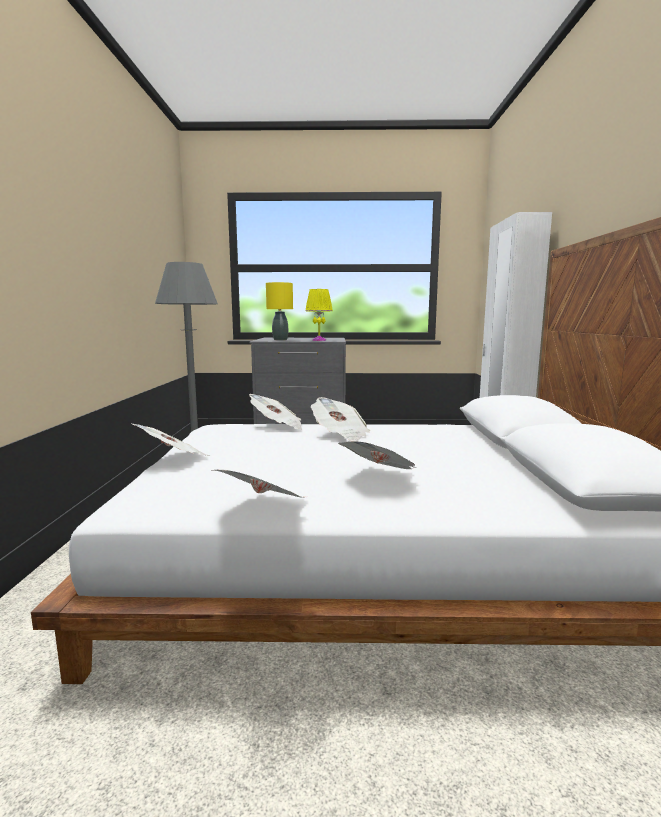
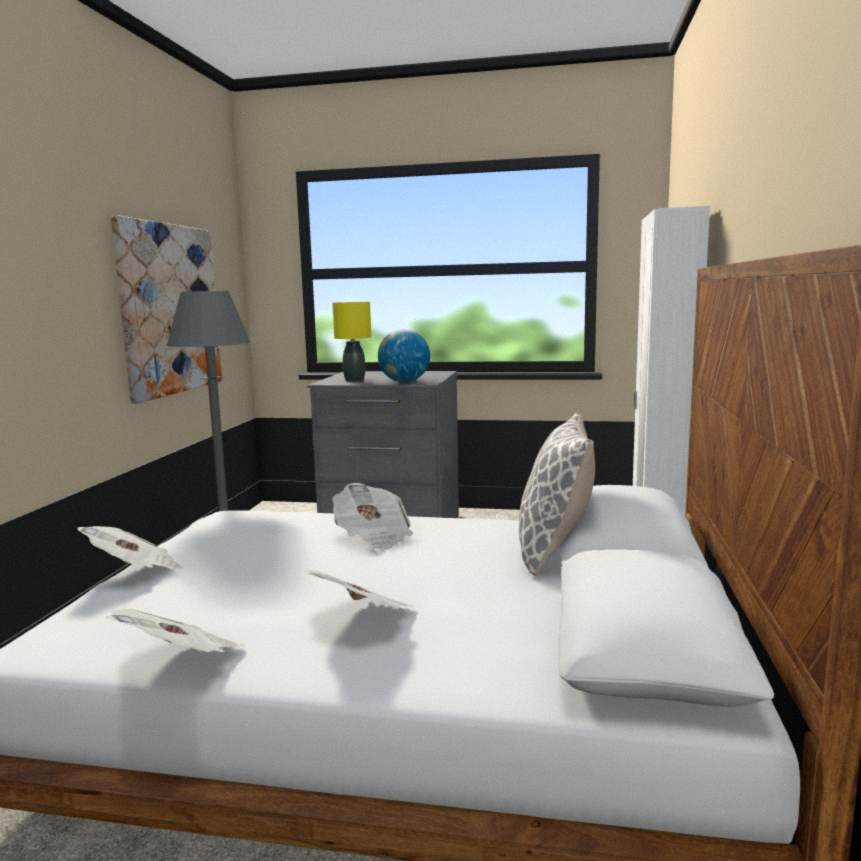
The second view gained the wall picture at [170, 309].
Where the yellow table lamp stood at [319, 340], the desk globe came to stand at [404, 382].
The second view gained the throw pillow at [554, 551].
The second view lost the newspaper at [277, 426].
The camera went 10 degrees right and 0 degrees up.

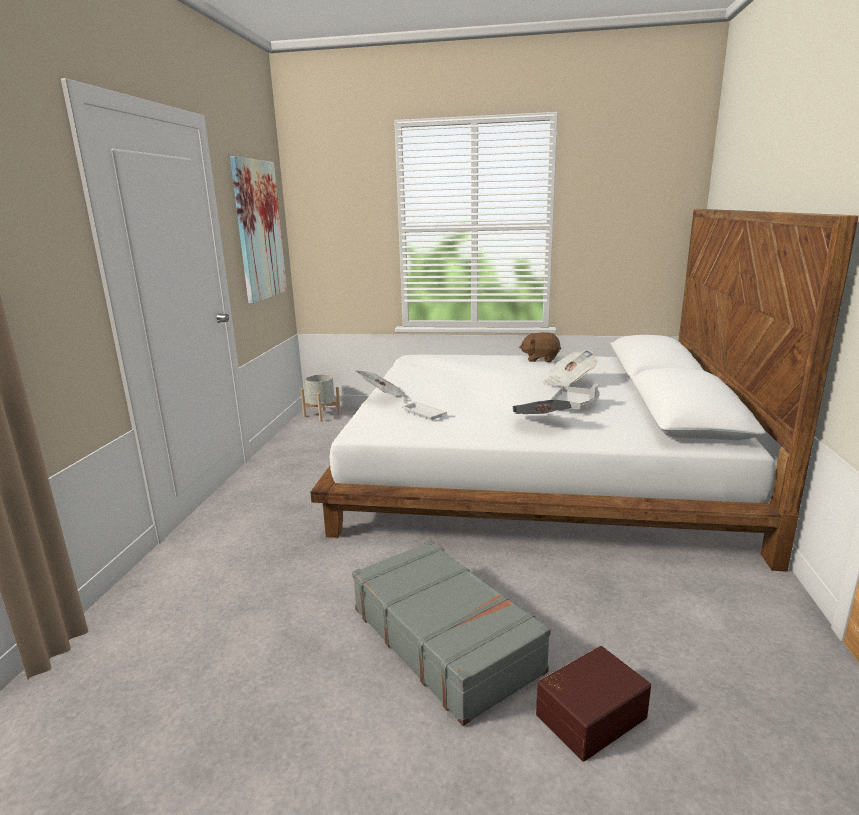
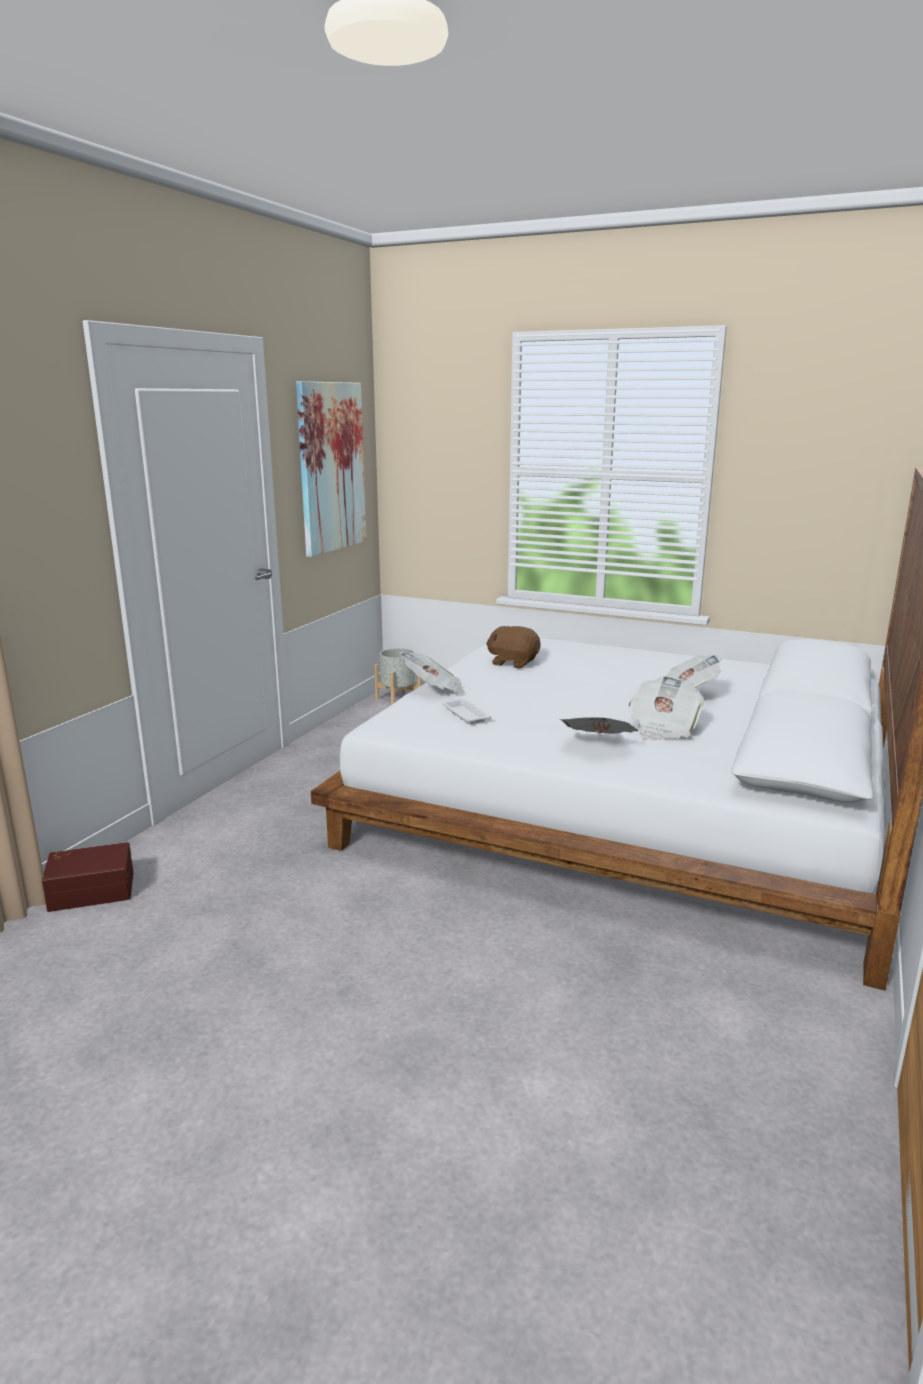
The brown-coloured storage box ended up elsewhere, having gone from [589, 714] to [91, 890].
The brown-coloured cuddly toy ended up elsewhere, having gone from [540, 359] to [513, 663].
Where the grey serving tray stood at [574, 405], the newspaper came to stand at [662, 728].
The second view lost the grey suitcase at [445, 638].
The camera went 15 degrees right and 0 degrees up.

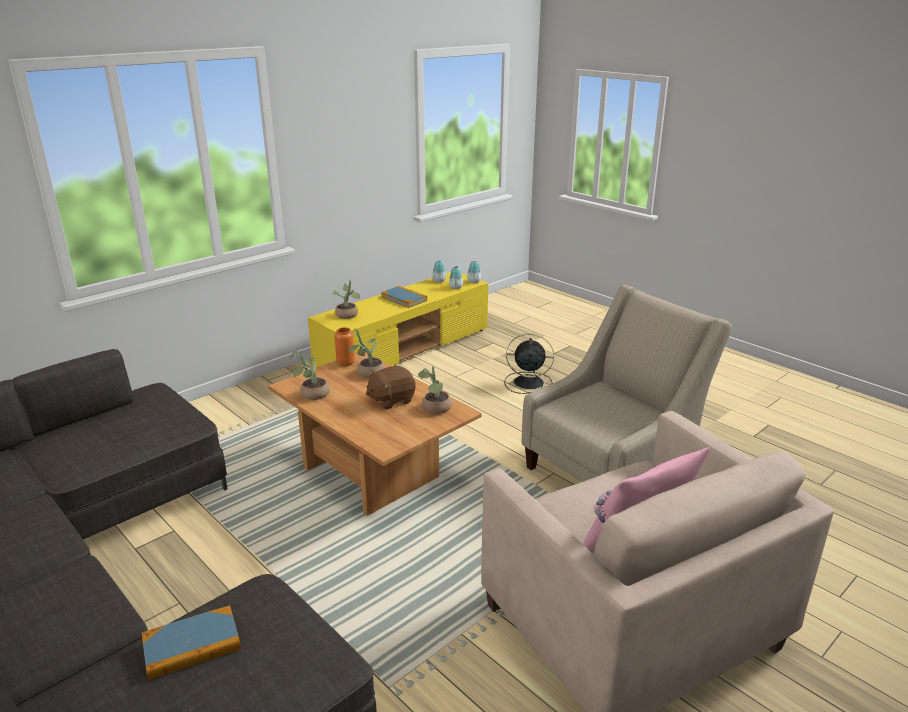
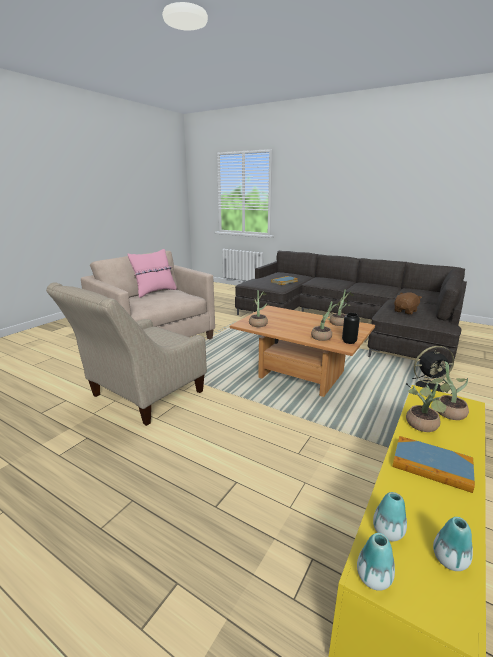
What was the orangey vase at [345, 363] turned into the black-coloured vase at [349, 341].
The brown-coloured cuddly toy ended up elsewhere, having gone from [391, 400] to [405, 311].
The black-coloured cooling fan ended up elsewhere, having gone from [527, 382] to [430, 387].
The second view gained the potted plant at [422, 426].
The camera went 165 degrees right and 5 degrees down.

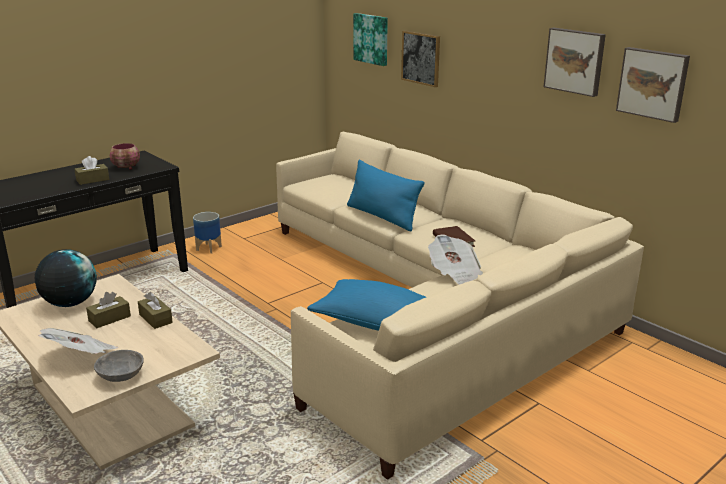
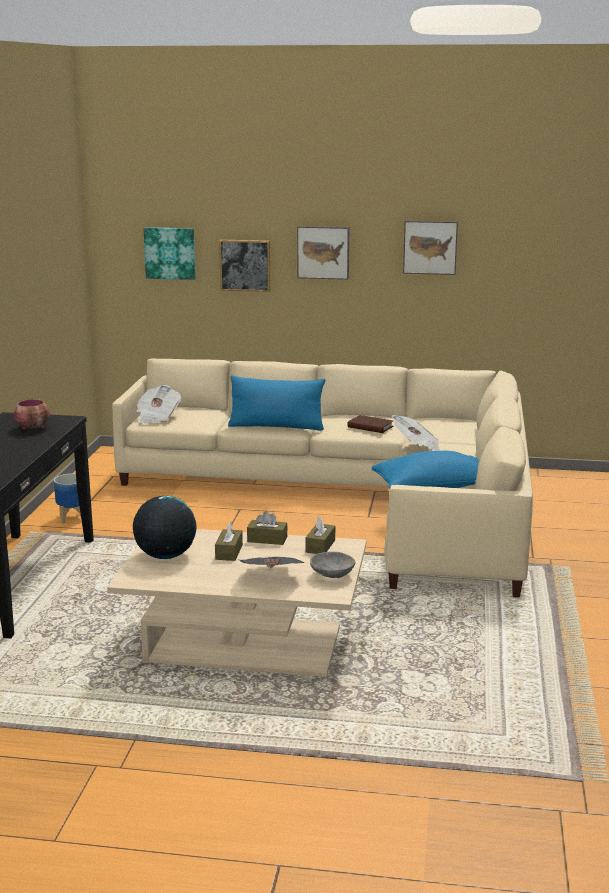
The second view gained the newspaper at [157, 417].
The wall picture ended up elsewhere, having gone from [653, 83] to [323, 252].
The brown-coloured box of tissues ended up elsewhere, having gone from [92, 180] to [320, 546].
The camera went 40 degrees left and 5 degrees down.

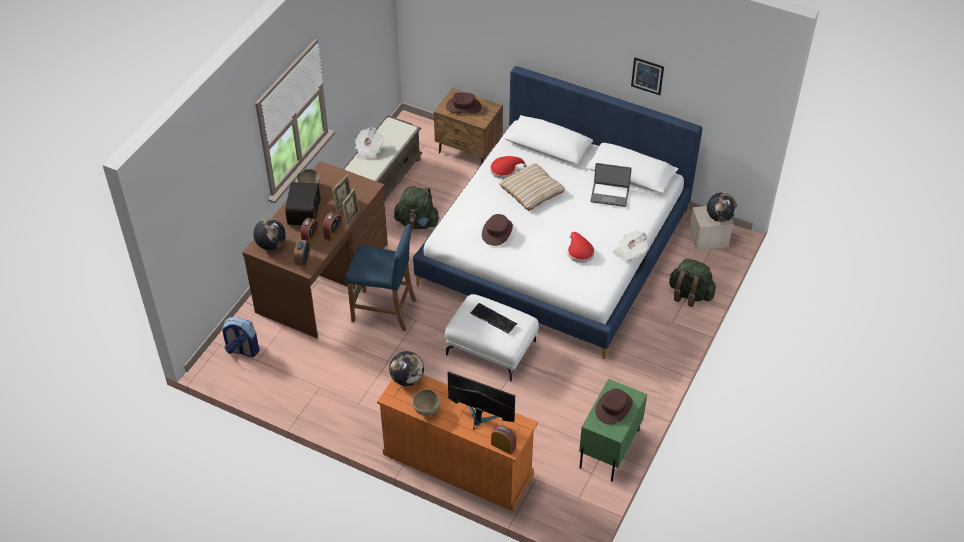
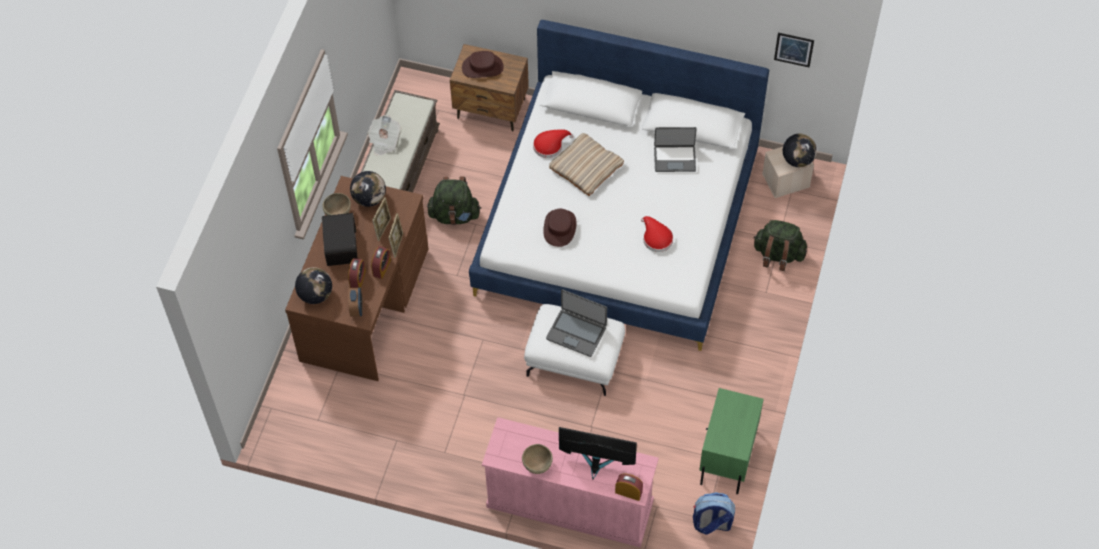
The desk globe ended up elsewhere, having gone from [407, 379] to [369, 198].
What was the orangey drawer chest at [457, 464] turned into the pink-coloured drawer chest at [569, 504].
Where the PC keyboard stood at [493, 319], the laptop came to stand at [576, 332].
The knapsack ended up elsewhere, having gone from [242, 350] to [711, 523].
The wall picture ended up elsewhere, having gone from [647, 76] to [794, 49].
The second view lost the bluish sitting stool at [384, 311].
The second view lost the brown-coloured clothing hat at [614, 407].
The second view lost the newspaper at [630, 252].
The camera went 10 degrees left and 10 degrees up.

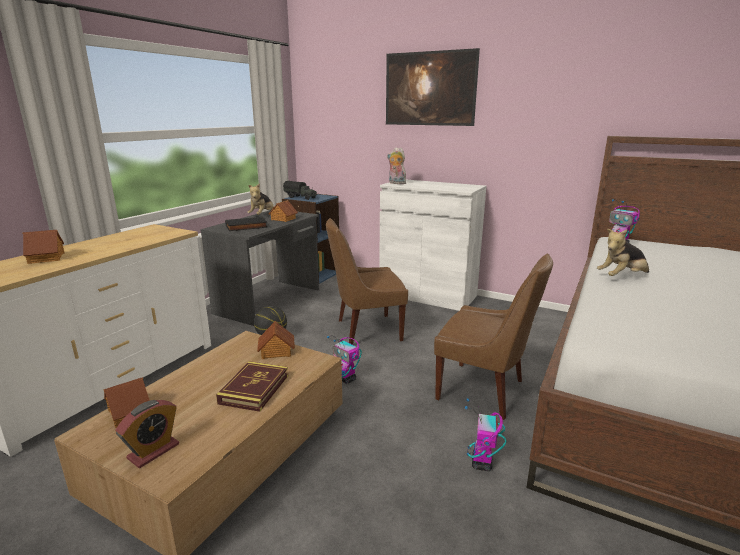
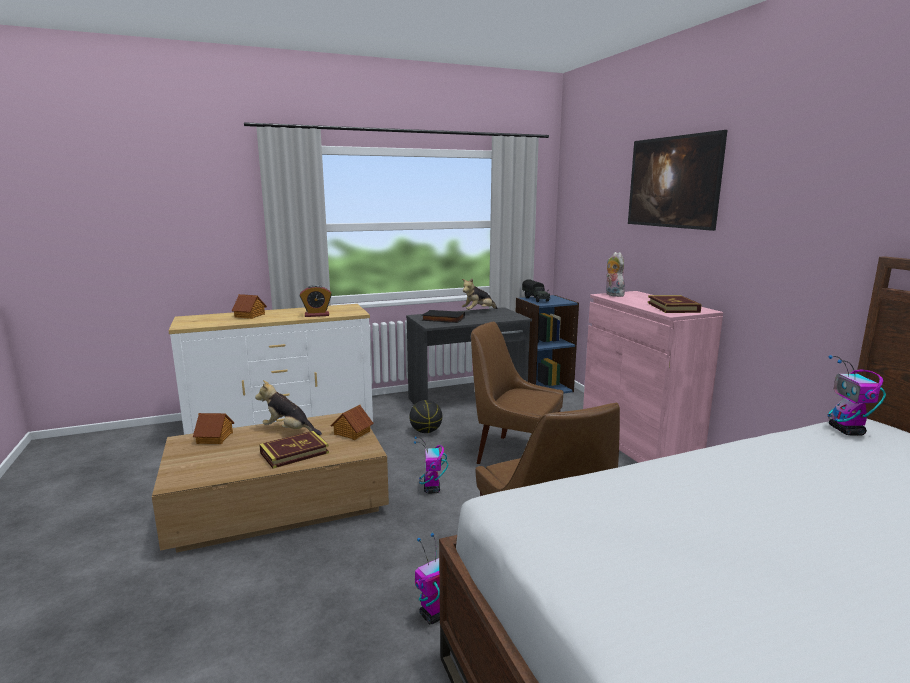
The cuddly toy ended up elsewhere, having gone from [622, 277] to [289, 431].
The bedside clock ended up elsewhere, having gone from [153, 451] to [317, 315].
What was the white-coloured cupboard at [427, 295] turned into the pink-coloured cupboard at [638, 442].
The second view gained the book at [673, 307].
The second view lost the miniature house at [283, 219].
The camera went 40 degrees right and 5 degrees down.

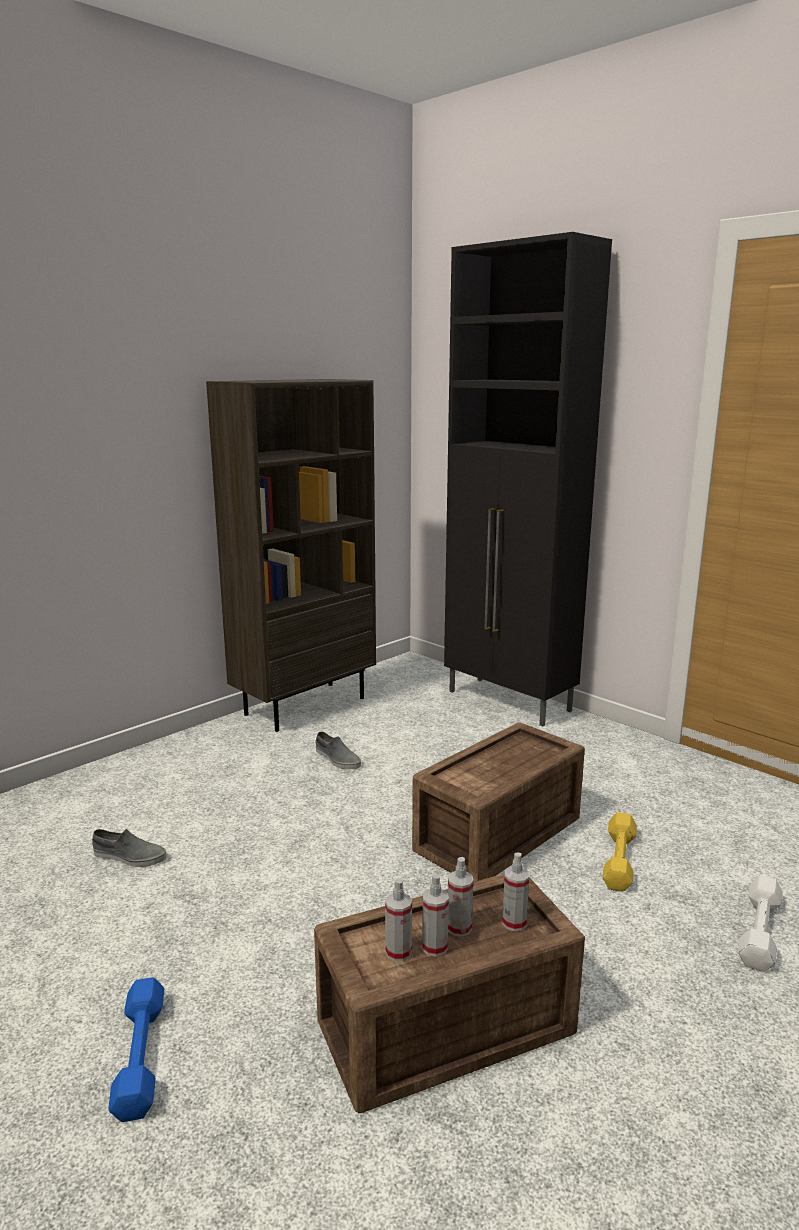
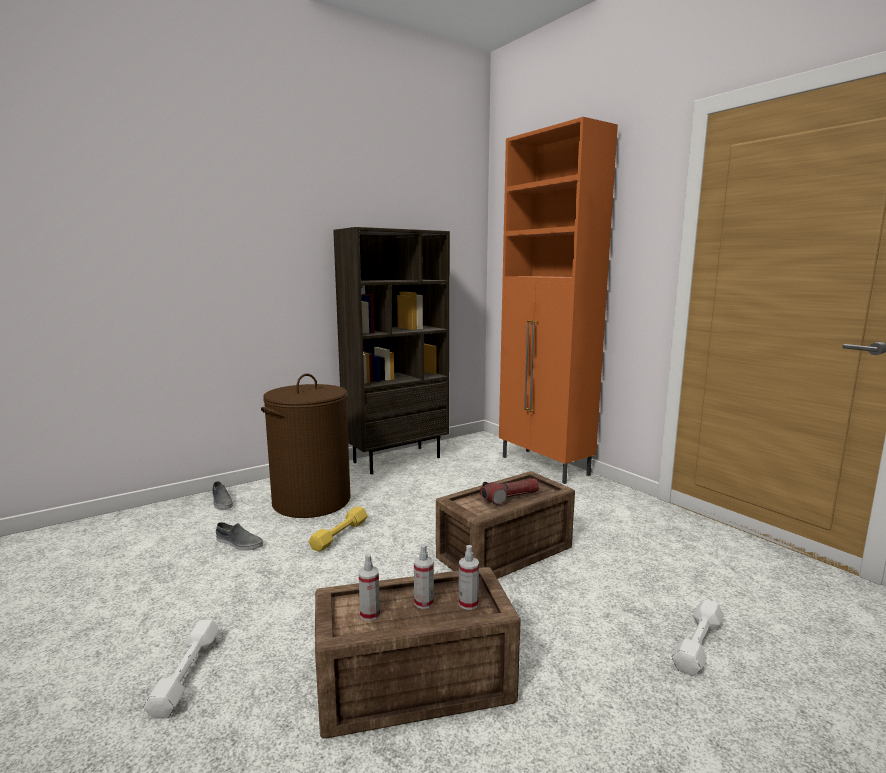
What was the bluish dumbbell at [140, 1056] turned into the white-coloured dumbbell at [186, 674].
The grey item of footwear ended up elsewhere, having gone from [337, 759] to [221, 502].
The second view gained the brown-coloured hamper at [311, 501].
The yellow dumbbell ended up elsewhere, having gone from [619, 860] to [340, 535].
The second view gained the torch at [510, 498].
What was the black-coloured cupboard at [509, 702] turned into the orangey cupboard at [545, 466].
The second view lost the spray bottle at [434, 947].
The camera went 10 degrees right and 5 degrees down.

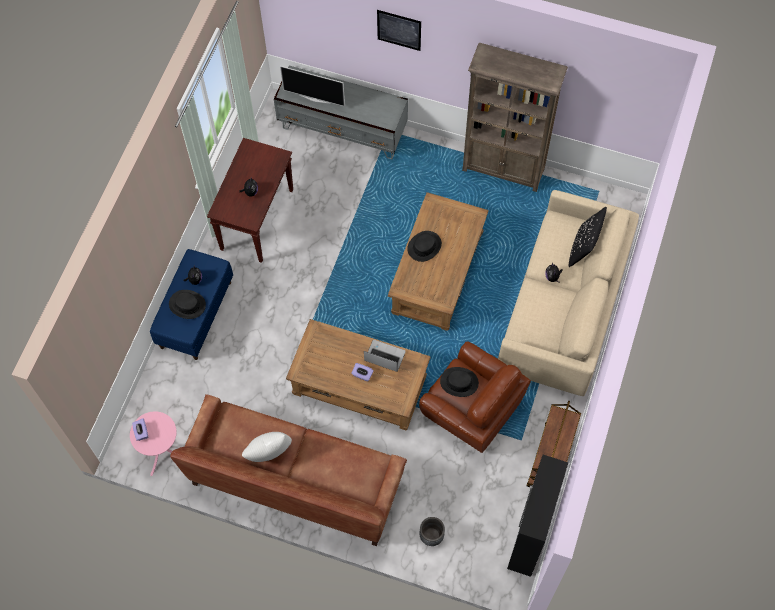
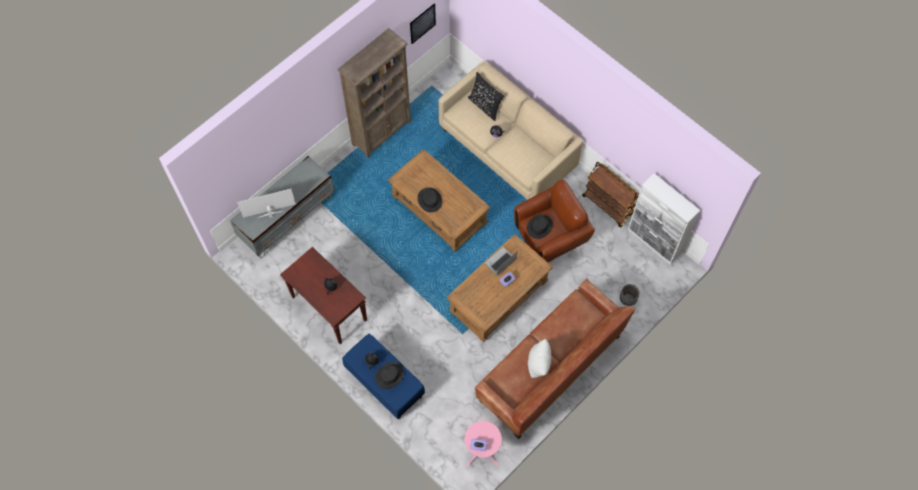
The television at [315, 99] ended up facing another way, 150 degrees counterclockwise from before.
The wall picture ended up elsewhere, having gone from [399, 30] to [422, 23].
What was the black-coloured cupboard at [529, 536] turned into the white-coloured cupboard at [654, 242].
The camera went 65 degrees left and 0 degrees up.

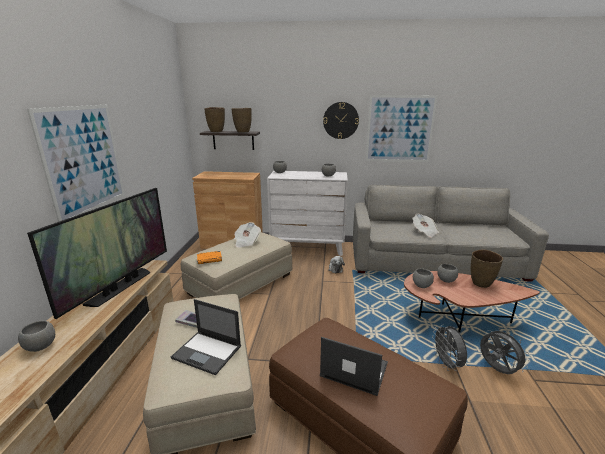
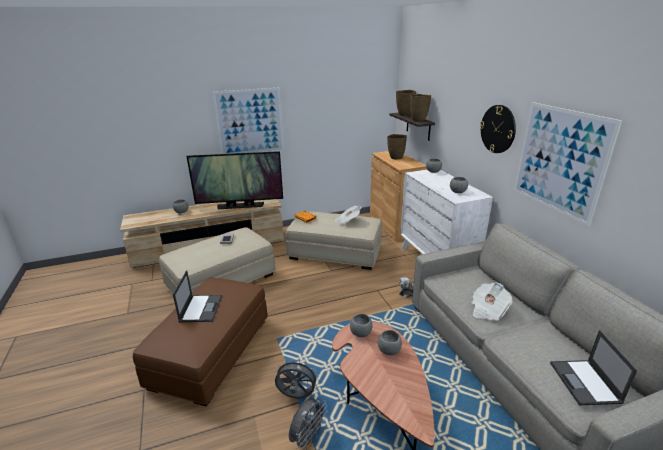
The grey cooling fan at [447, 364] ended up facing another way, 45 degrees clockwise from before.
The brown-coloured vase ended up elsewhere, having gone from [481, 284] to [395, 158].
The laptop ended up elsewhere, having gone from [207, 352] to [585, 383].
The camera went 65 degrees right and 5 degrees up.

